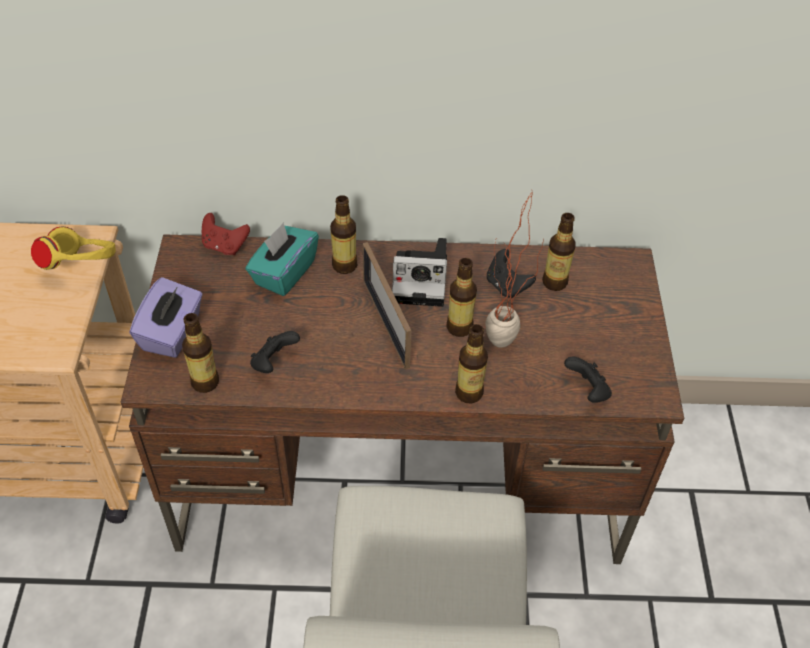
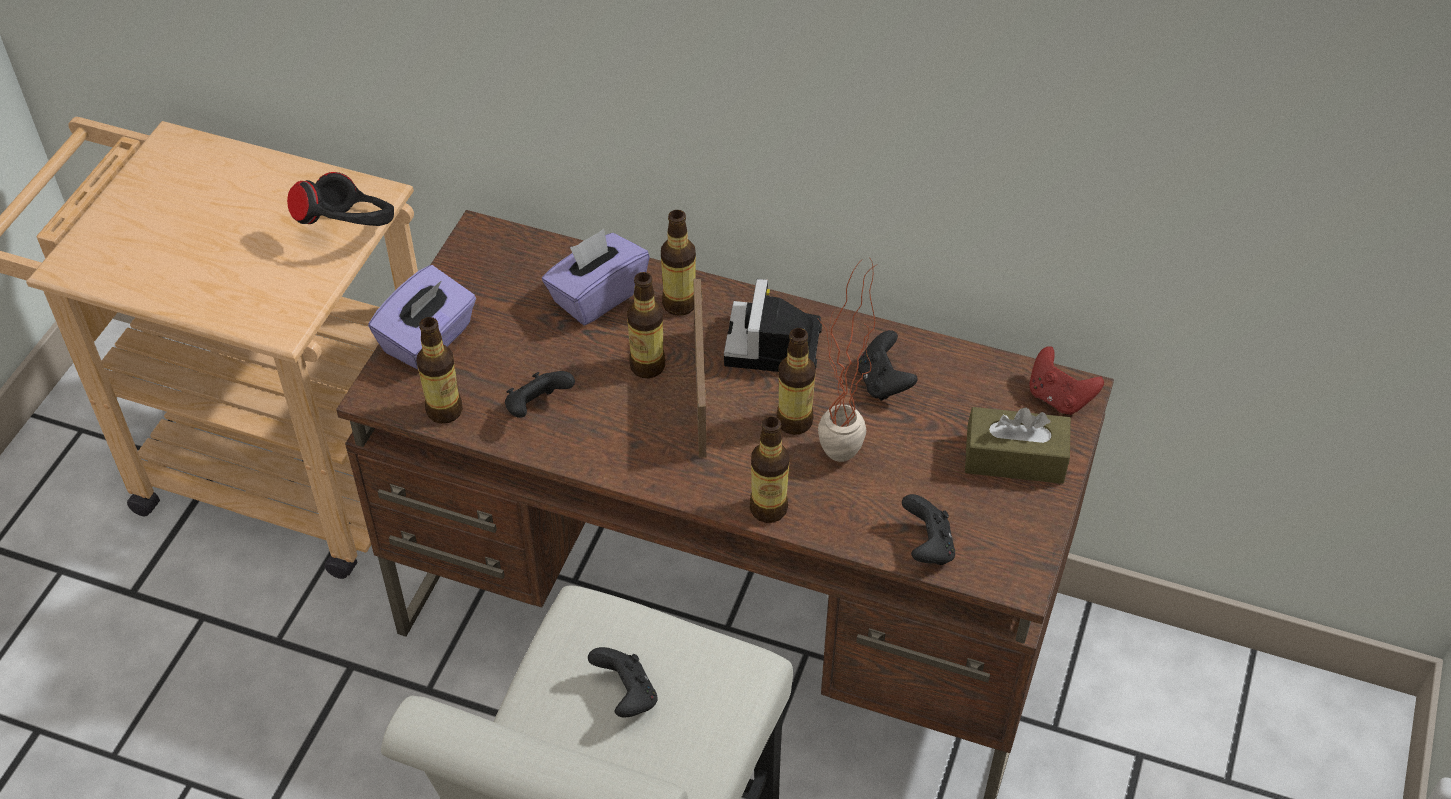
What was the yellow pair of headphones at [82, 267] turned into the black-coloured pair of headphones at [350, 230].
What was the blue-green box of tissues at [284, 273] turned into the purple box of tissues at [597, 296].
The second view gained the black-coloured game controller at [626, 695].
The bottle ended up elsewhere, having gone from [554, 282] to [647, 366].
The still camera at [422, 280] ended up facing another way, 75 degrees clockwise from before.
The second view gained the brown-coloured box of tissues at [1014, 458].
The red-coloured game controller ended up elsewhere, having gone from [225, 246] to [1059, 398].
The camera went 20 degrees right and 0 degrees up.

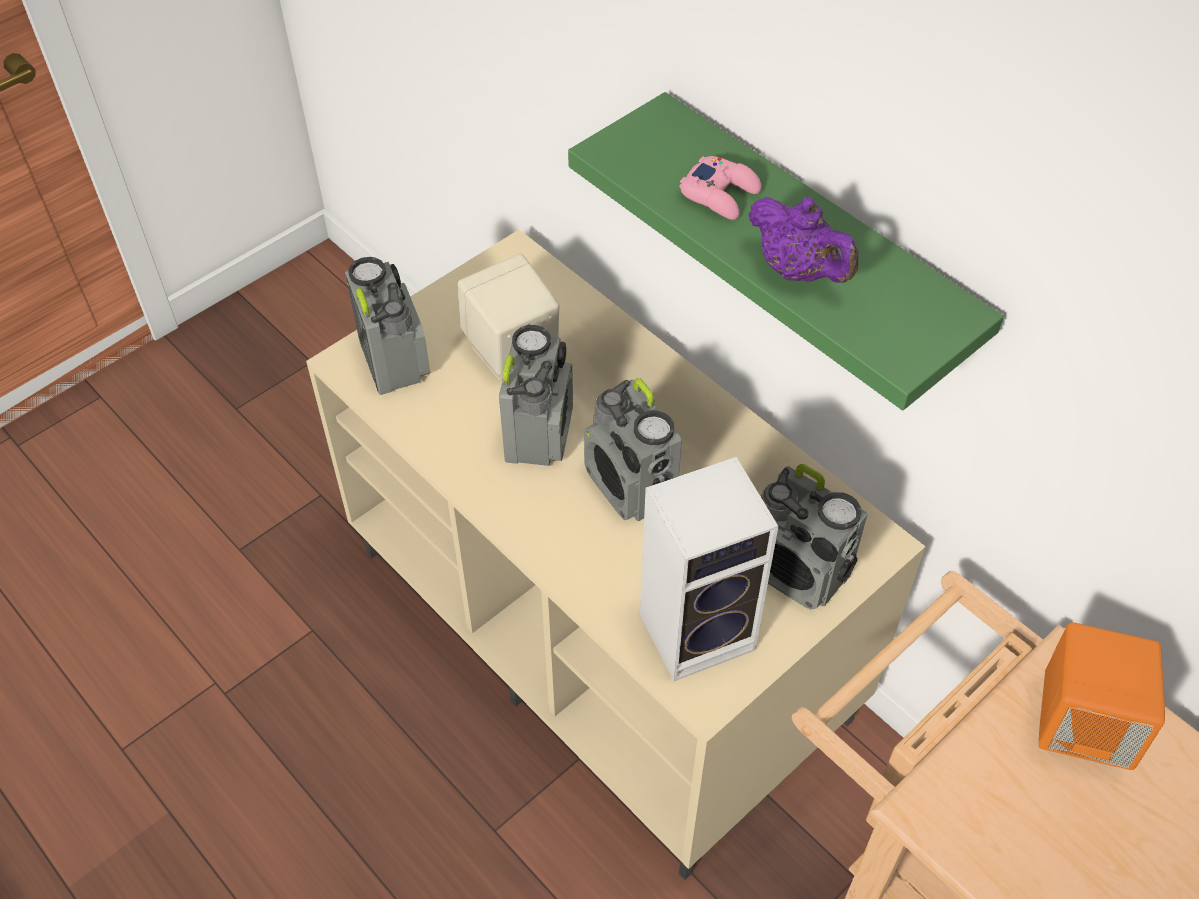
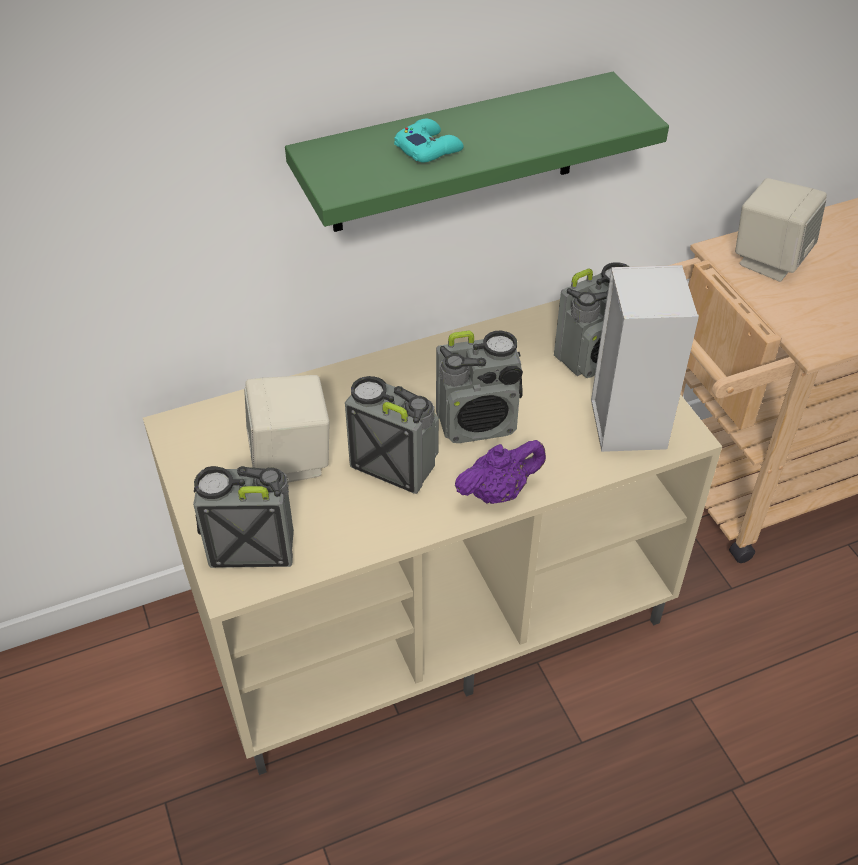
What was the pink-coloured game controller at [720, 194] turned into the blue-green game controller at [428, 148].
The purple tea pot ended up elsewhere, having gone from [798, 271] to [498, 492].
What was the orangey audio speaker at [1081, 726] turned into the sand-coloured audio speaker at [769, 260].
The camera went 70 degrees left and 5 degrees down.

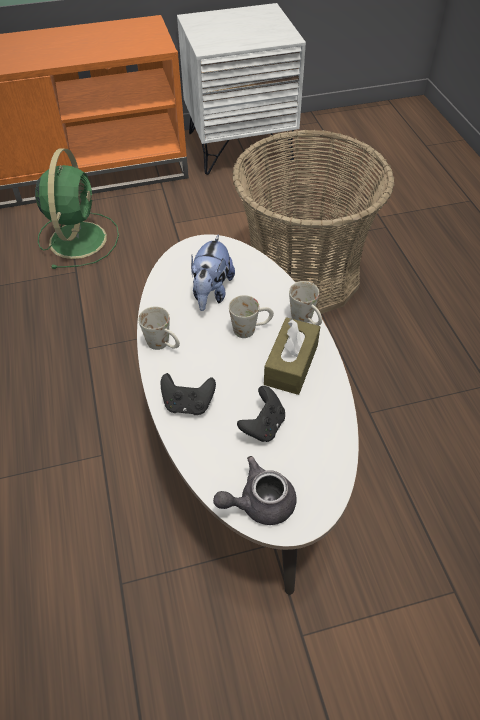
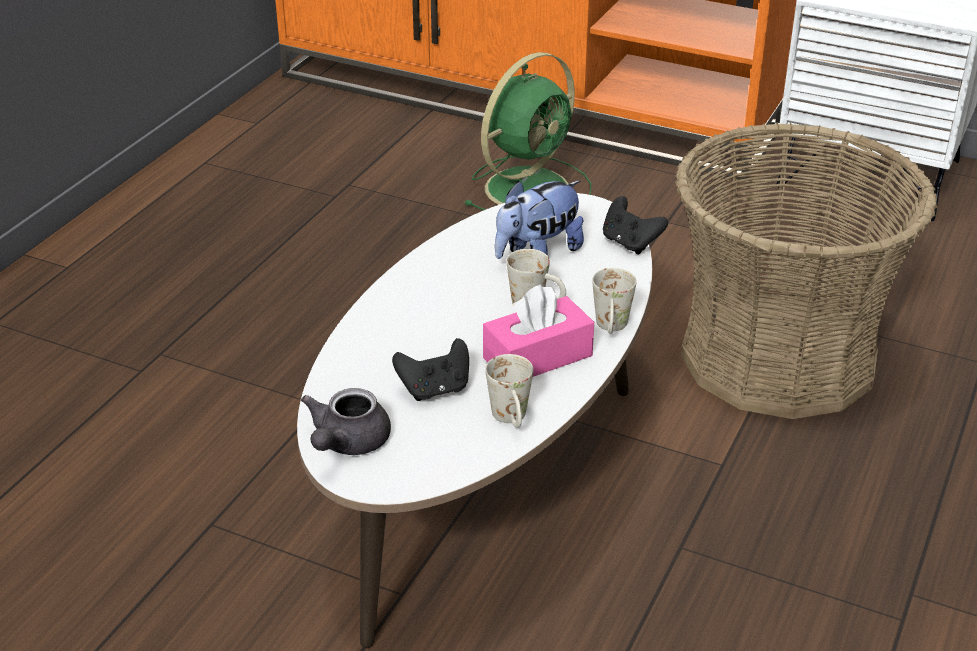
The grey tea pot at [259, 503] ended up facing another way, 90 degrees counterclockwise from before.
What was the brown-coloured box of tissues at [291, 364] turned into the pink-coloured box of tissues at [537, 357].
The white-coloured tea mug ended up elsewhere, having gone from [163, 345] to [512, 420].
The black-coloured game controller ended up elsewhere, having gone from [188, 404] to [630, 243].
The camera went 40 degrees right and 15 degrees down.

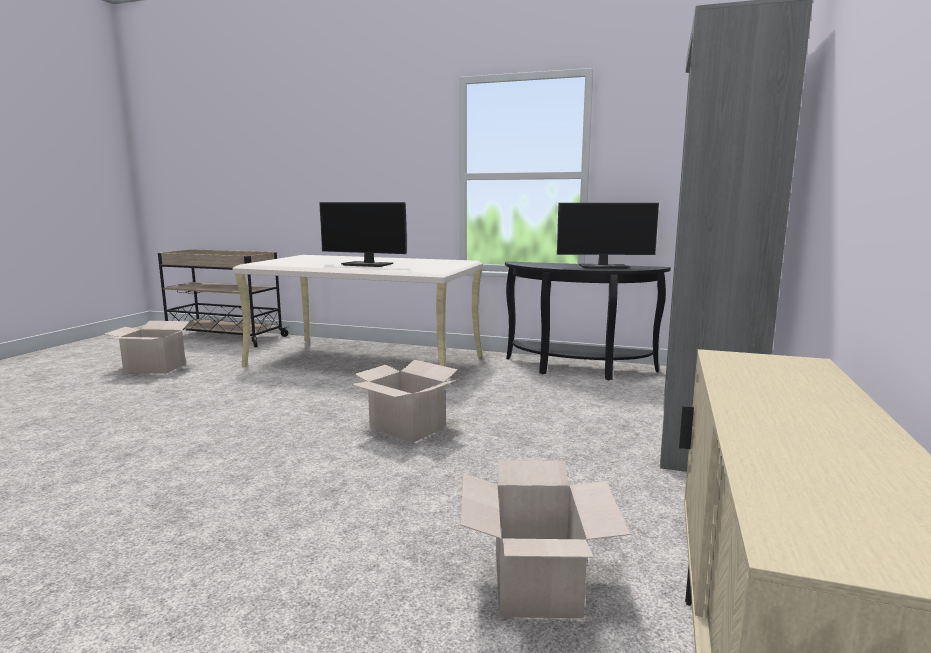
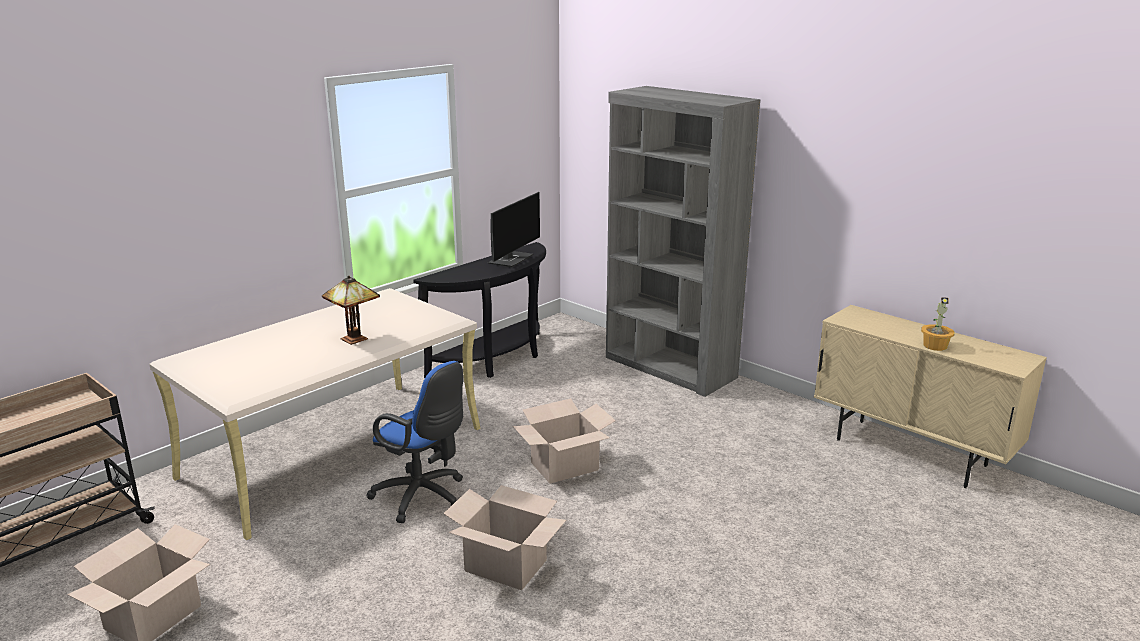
Where the monitor stood at [368, 265], the table lamp came to stand at [355, 338].
The second view gained the bluish computer chair at [423, 498].
The cardboard box ended up elsewhere, having gone from [534, 583] to [505, 566].
The second view gained the potted plant at [935, 346].
The camera went 65 degrees left and 10 degrees up.

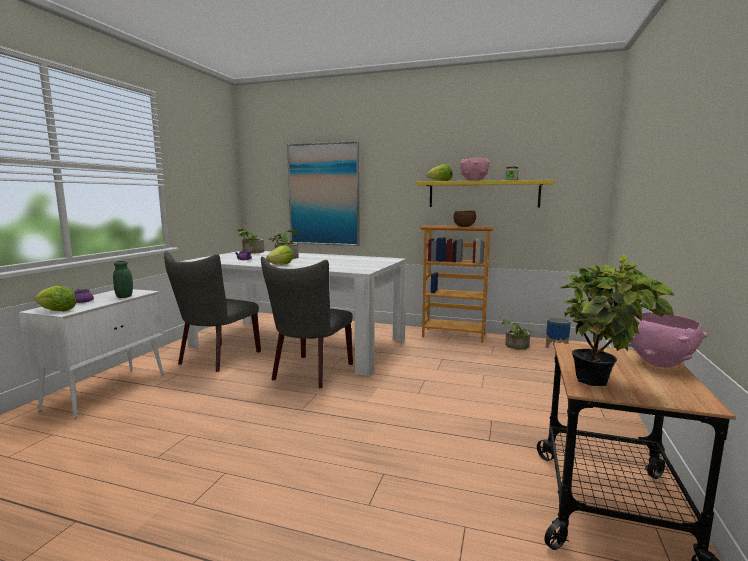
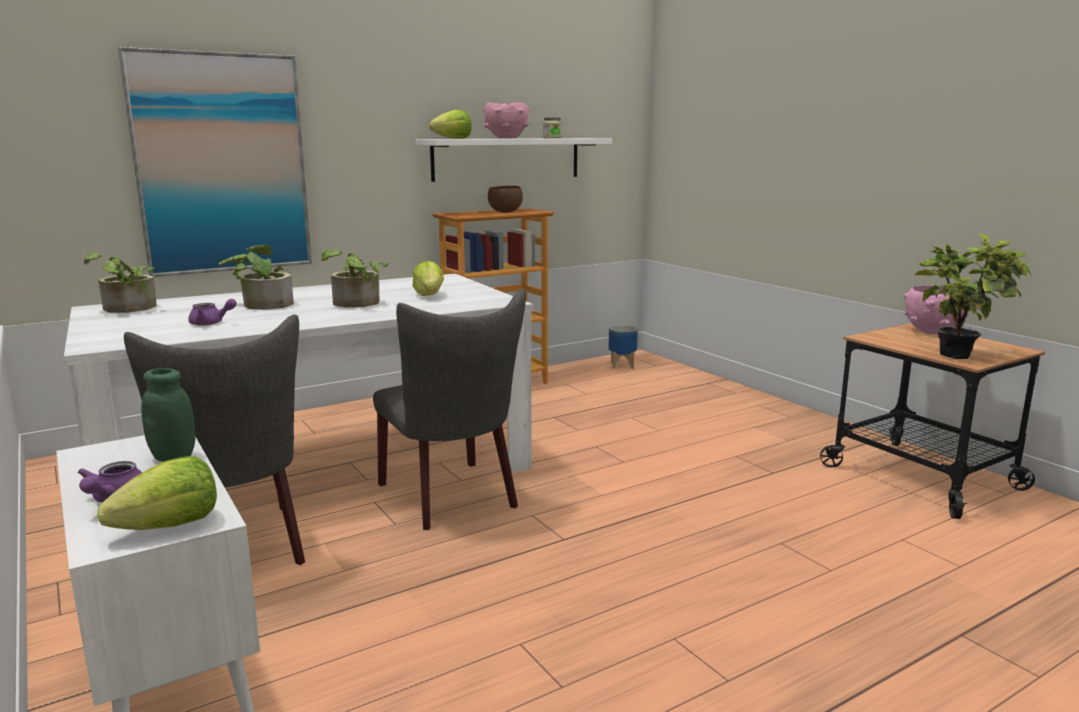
The potted plant ended up elsewhere, having gone from [515, 346] to [356, 304].
The lettuce ended up elsewhere, having gone from [281, 265] to [429, 296].
What was the yellow bracket shelf at [483, 194] turned into the white-coloured bracket shelf at [507, 158].
The camera went 50 degrees left and 5 degrees up.

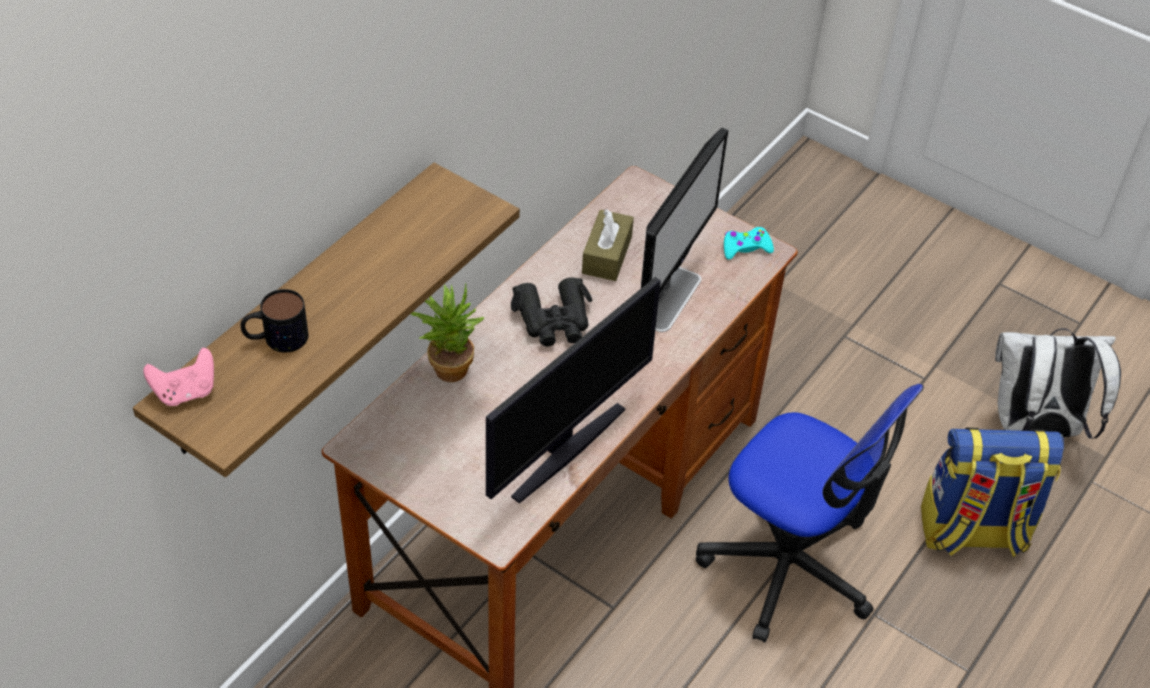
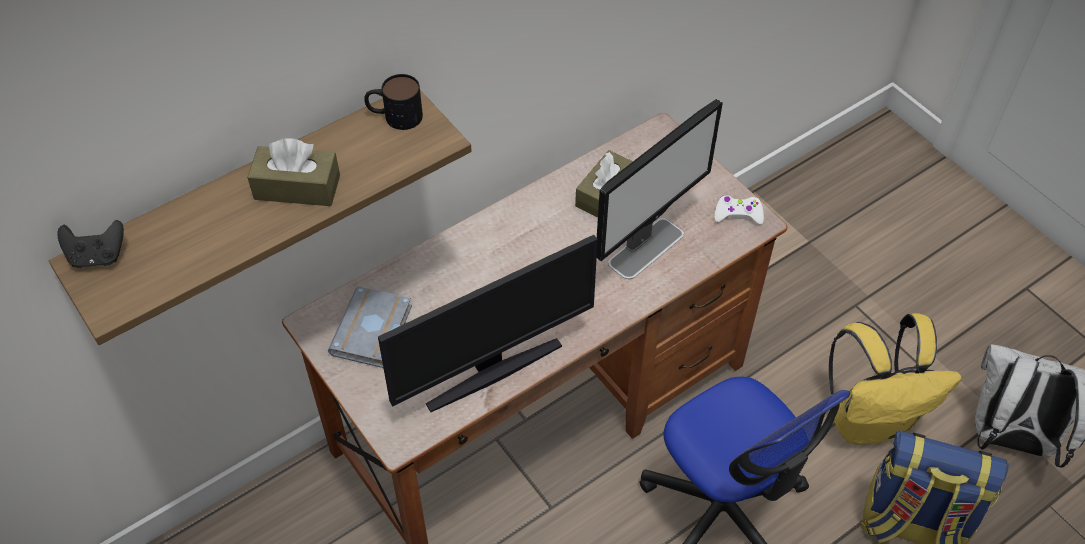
What was the pink-coloured game controller at [185, 392] turned into the black-coloured game controller at [97, 256].
The second view gained the brown-coloured box of tissues at [297, 187].
The second view gained the grey book at [374, 333].
The tea mug ended up elsewhere, having gone from [276, 338] to [394, 116].
What was the blue-green game controller at [745, 248] turned into the white-coloured game controller at [738, 214].
The second view gained the yellow knapsack at [870, 420].
The second view lost the potted plant at [447, 365].
The second view lost the black-coloured field glasses at [554, 320].
The camera went 20 degrees right and 5 degrees up.

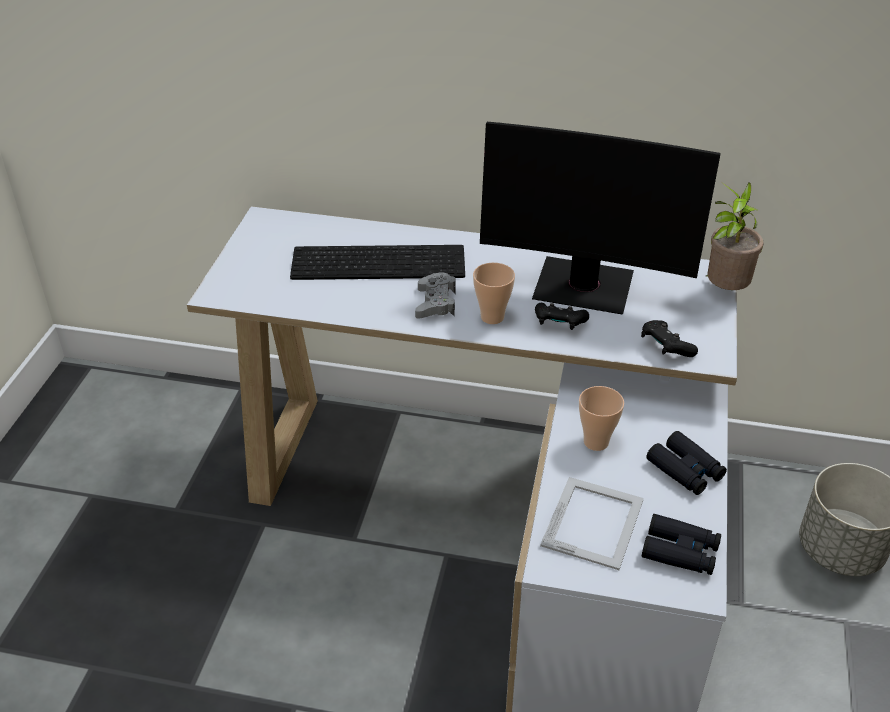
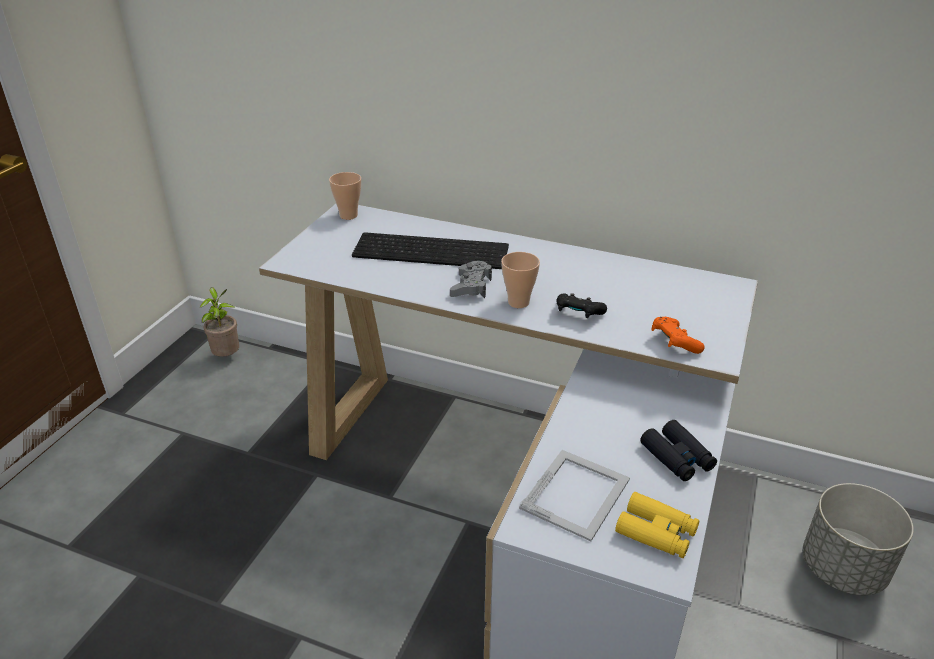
The potted plant ended up elsewhere, having gone from [723, 291] to [227, 356].
The cup ended up elsewhere, having gone from [596, 442] to [348, 215].
What was the black-coloured field glasses at [680, 551] turned into the yellow field glasses at [656, 532].
What was the black-coloured game controller at [665, 348] turned into the orangey game controller at [674, 343].
The second view lost the monitor at [583, 287].
The camera went 10 degrees right and 5 degrees down.

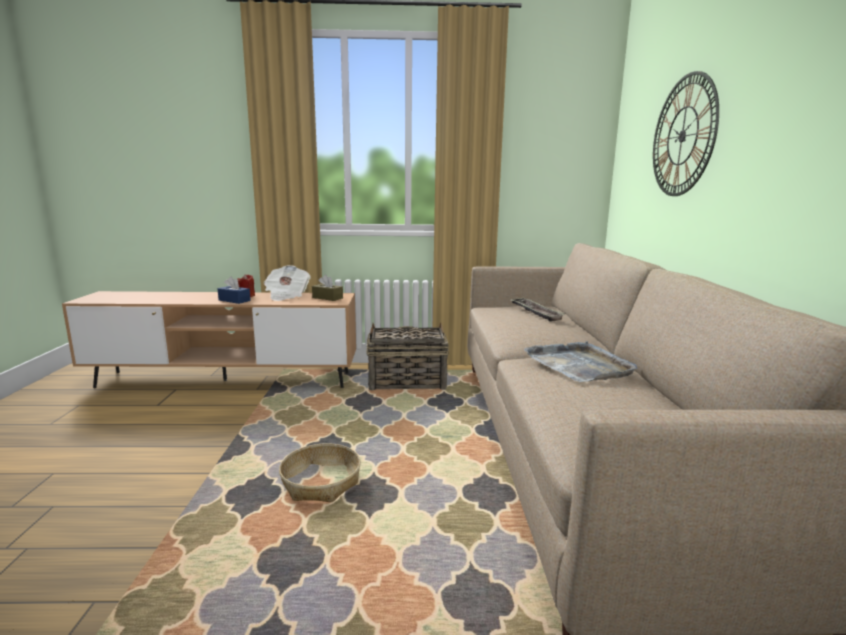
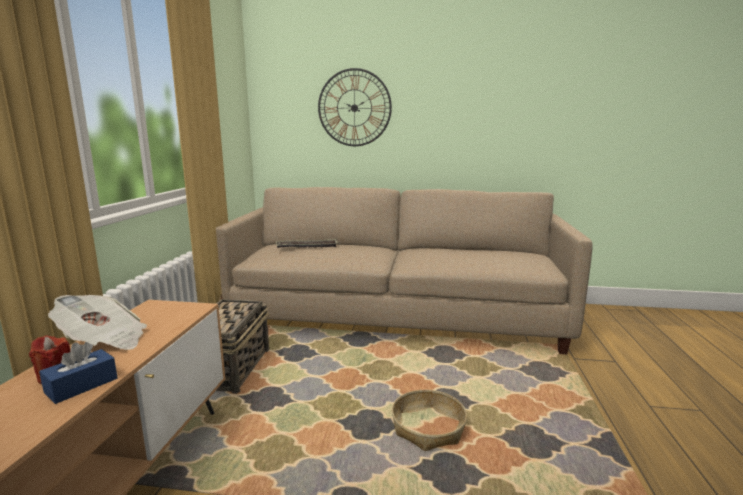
The second view lost the brown-coloured box of tissues at [327, 298].
The second view lost the grey serving tray at [579, 365].
The camera went 80 degrees left and 0 degrees up.

